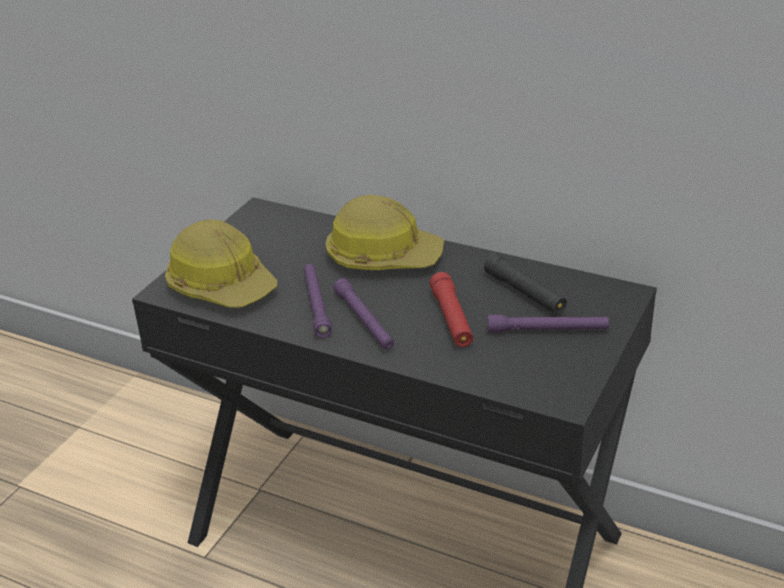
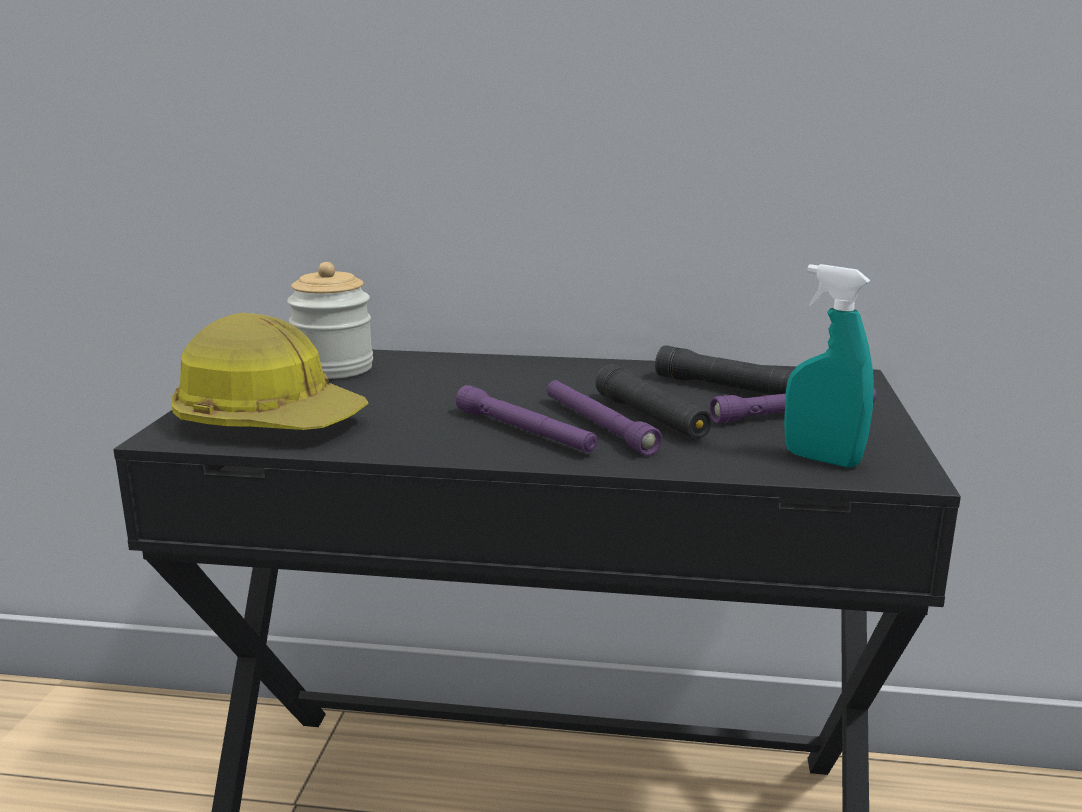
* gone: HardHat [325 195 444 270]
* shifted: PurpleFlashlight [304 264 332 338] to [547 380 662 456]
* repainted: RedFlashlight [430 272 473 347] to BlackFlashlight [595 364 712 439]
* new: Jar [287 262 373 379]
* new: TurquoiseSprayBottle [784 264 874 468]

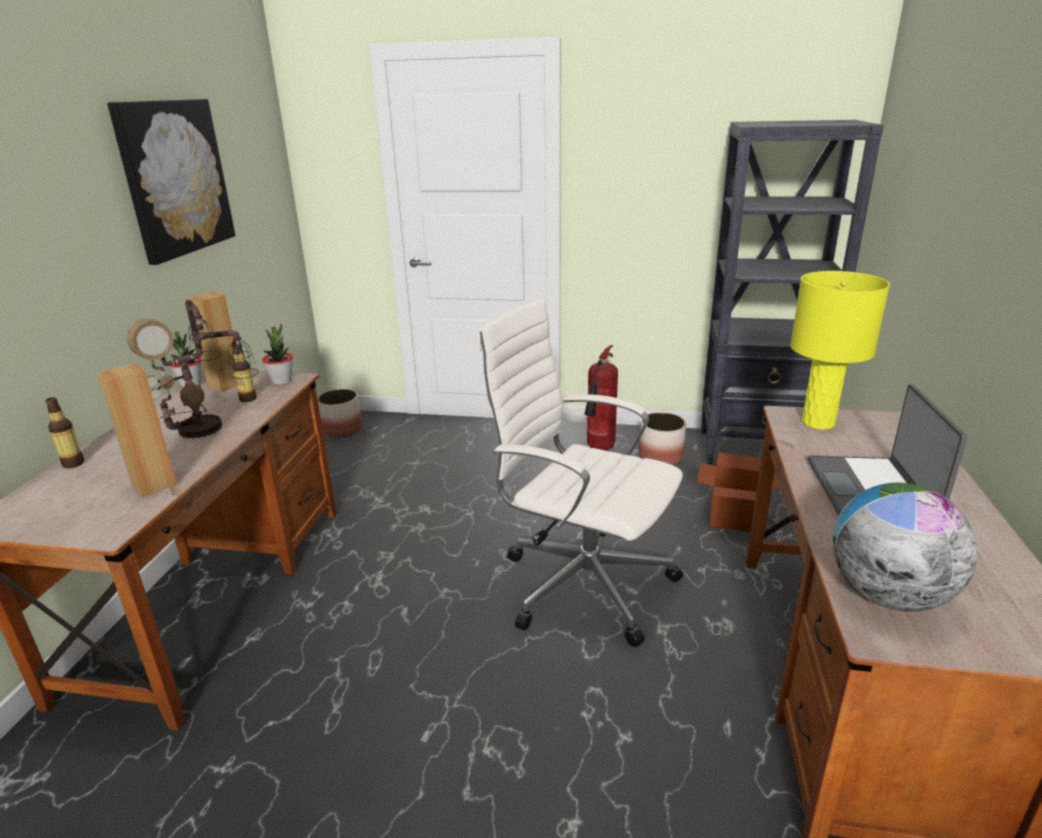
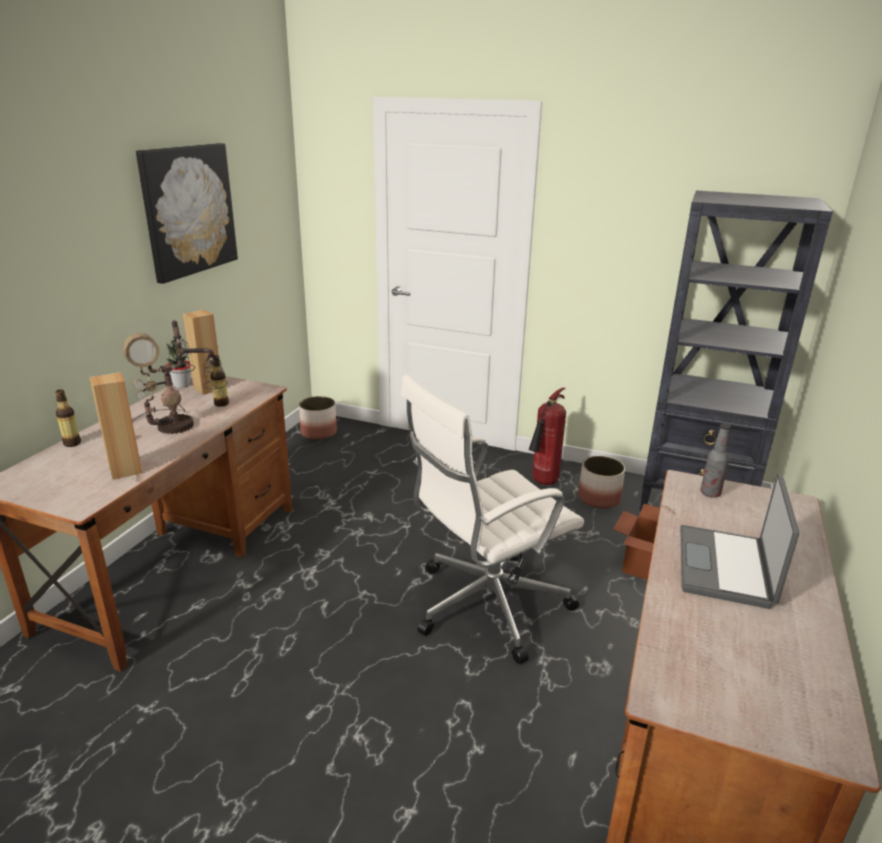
* swapped: YellowTableLamp [790 271 890 430] to Bottle [700 424 731 498]
* rotated: WhiteOfficeChair [477 298 683 647] = [401 375 584 664] 75 degrees counterclockwise
* gone: PottedPlant [262 324 293 385]
* gone: Globe [832 483 977 612]

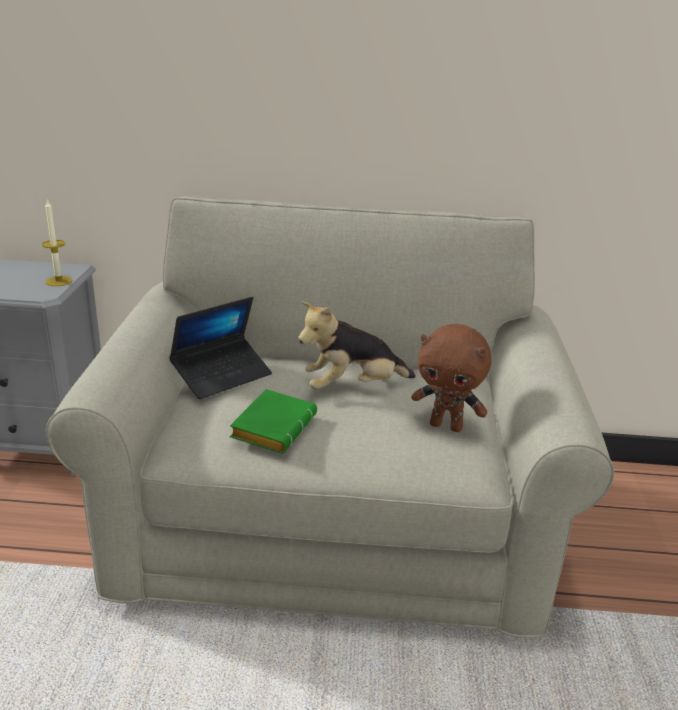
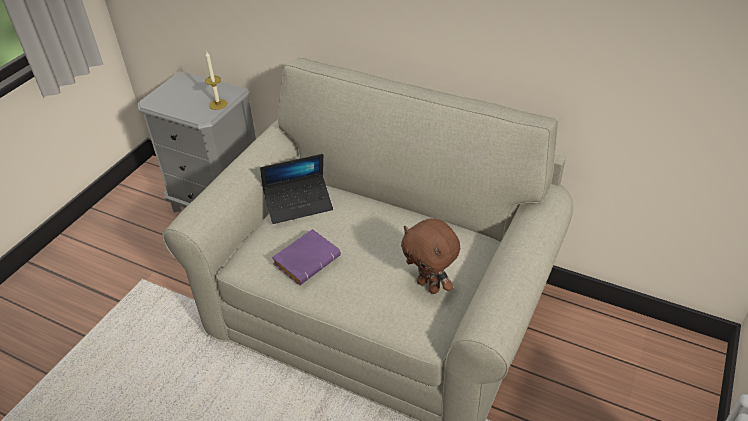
* gone: PlushToy [298 302 416 389]
* repainted: GreenBook [230 389 317 453] to PurpleBook [272 229 341 285]

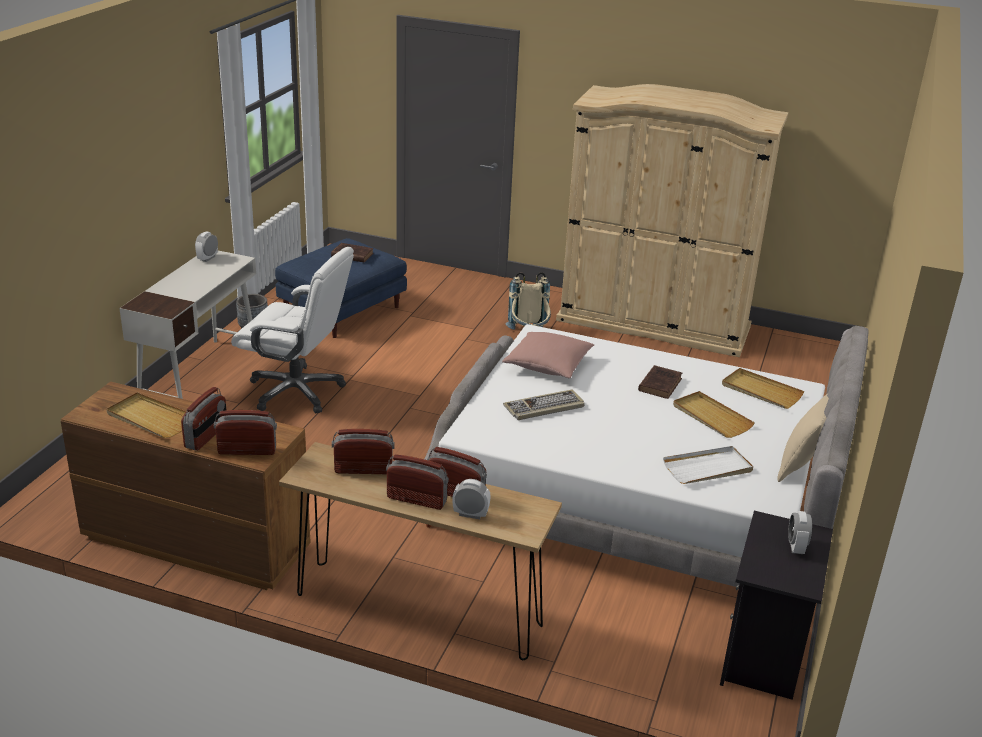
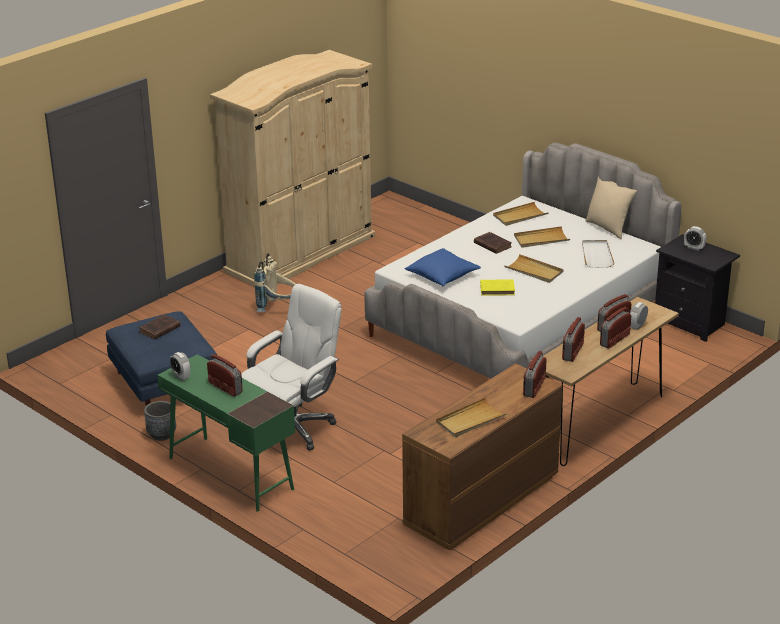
* repainted: WhiteDesk [119 251 256 399] to GreenDesk [157 354 295 512]
* repainted: PinkPillow [502 332 594 378] to BluePillow [405 248 481 286]
* shifted: Radio [181 387 226 451] to [207 354 243 397]
* swapped: Keyboard [503 390 584 420] to YellowBook [480 279 515 296]
* new: BeigeTray [504 254 563 283]

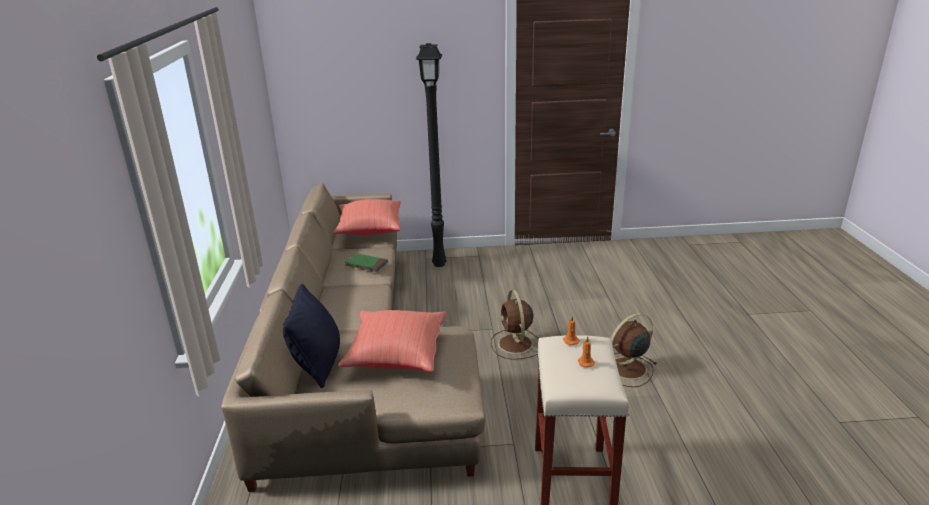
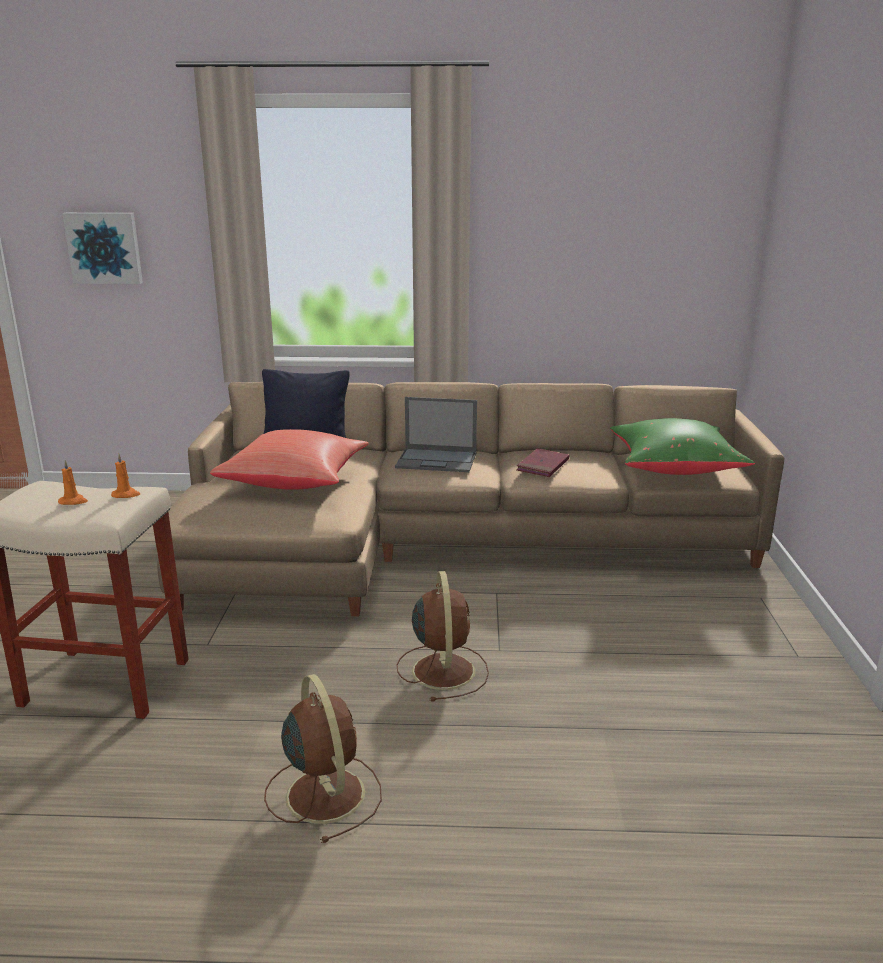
* gone: BlackFloorLamp [416 43 447 267]
* repainted: RedPillow [333 199 401 235] to GreenPillow [610 418 755 475]
* repainted: GreenBook [345 253 388 272] to RedBook [516 448 569 477]
* rotated: BrownFan [491 290 539 360] = [396 571 489 702] 90 degrees clockwise
* new: Picture [62 213 143 284]
* new: Laptop [395 397 477 472]

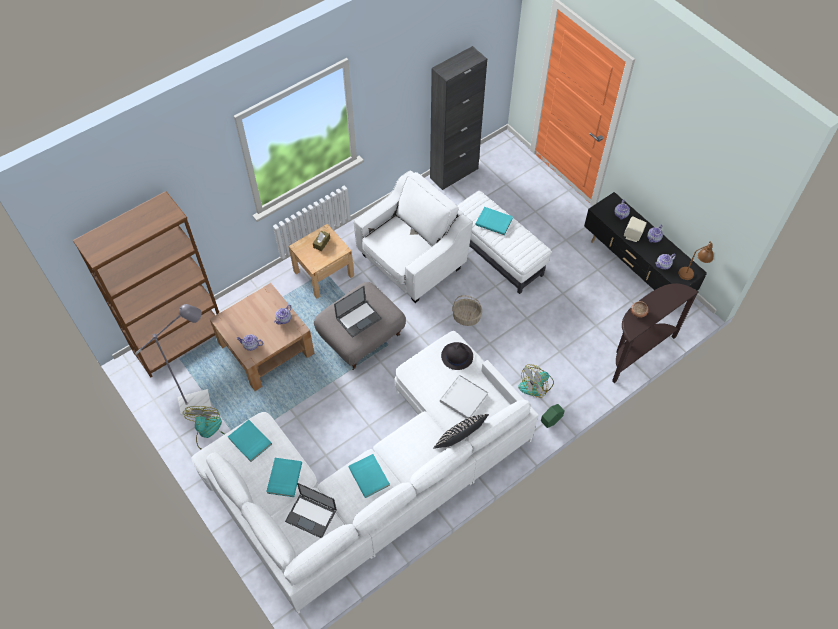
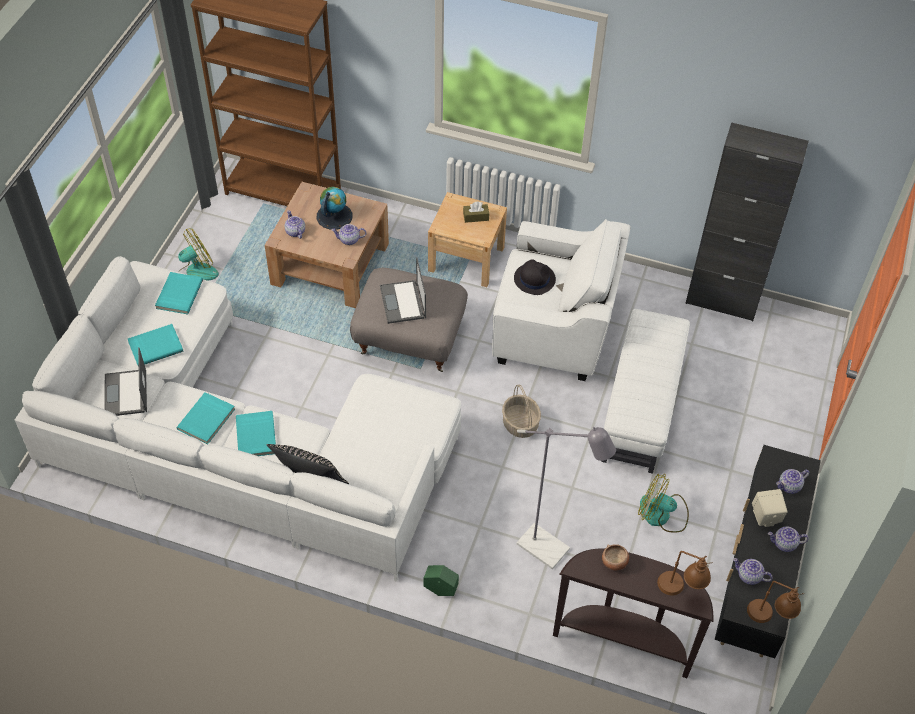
* shifted: TurquoiseBook [475 207 513 235] to [236 411 276 456]
* rotated: Laptop [334 286 382 338] = [380 257 426 324] 60 degrees clockwise
* shifted: GreyFloorLamp [135 304 212 415] to [517 427 616 569]
* shifted: BlackHat [441 342 473 370] to [514 259 556 295]
* shifted: Fan [518 364 554 398] to [638 474 689 533]
* gone: WhiteTray [440 374 488 419]
* new: Globe [317 187 353 230]
* new: BrownTableLamp [657 551 713 596]

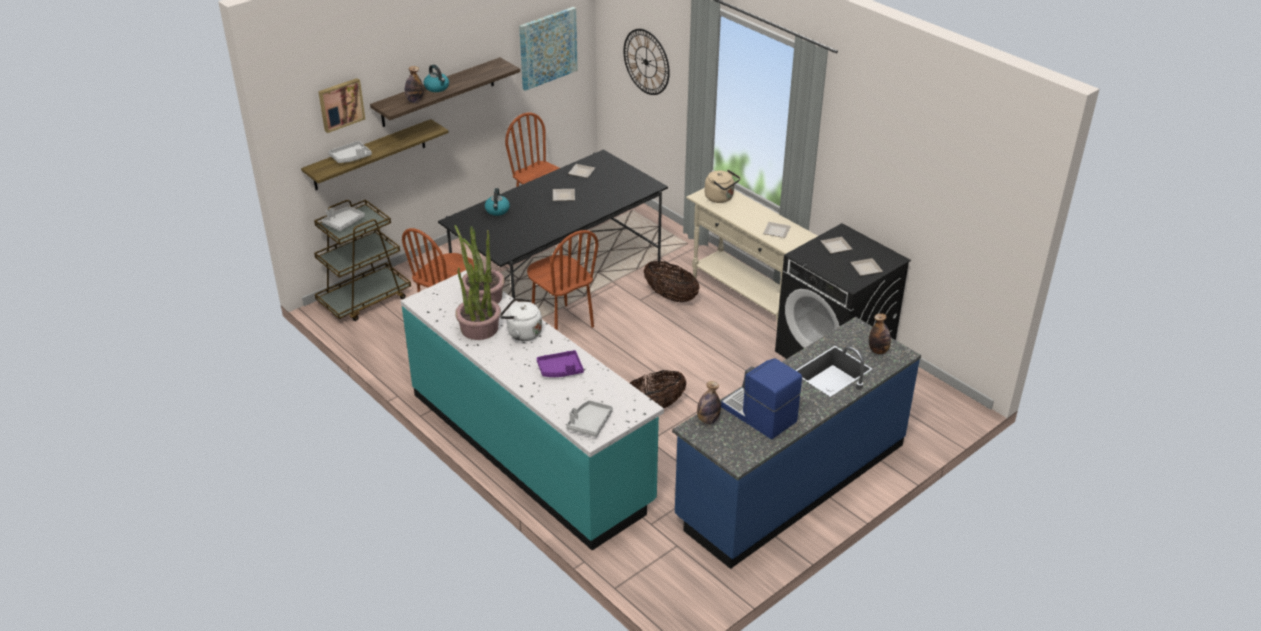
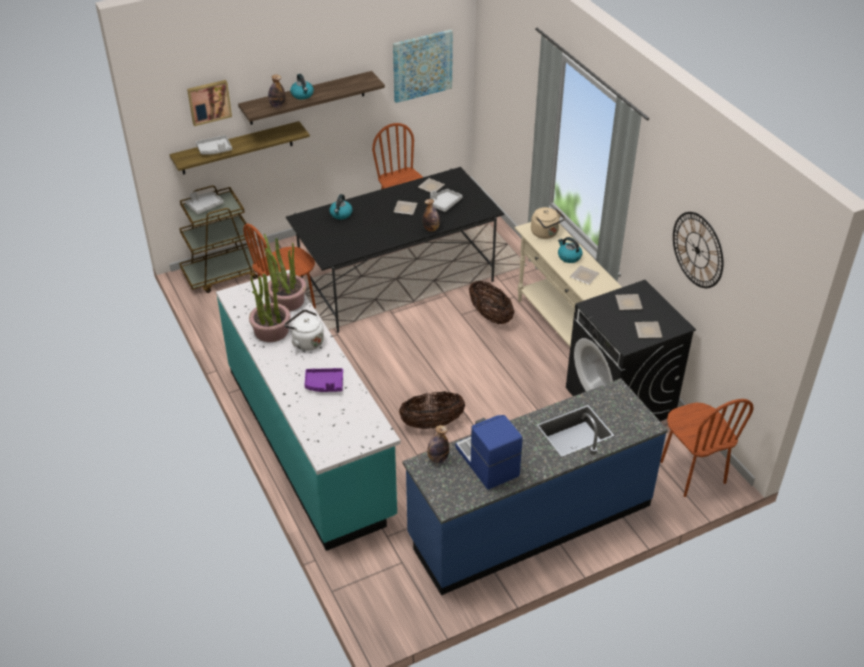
* shifted: WallClock [623 29 670 95] to [673 212 723 288]
* shifted: BrownChair [527 230 599 331] to [660 399 754 497]
* shifted: Bottle [869 313 891 354] to [423 199 440 232]
* shifted: GreyTray [566 400 613 437] to [430 189 462 212]
* new: Kettle [558 237 582 263]

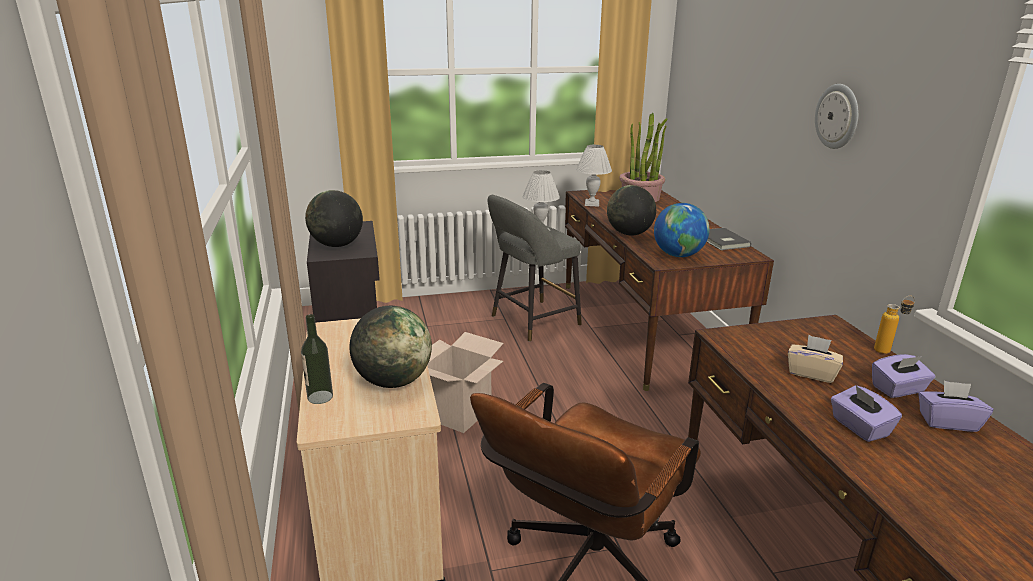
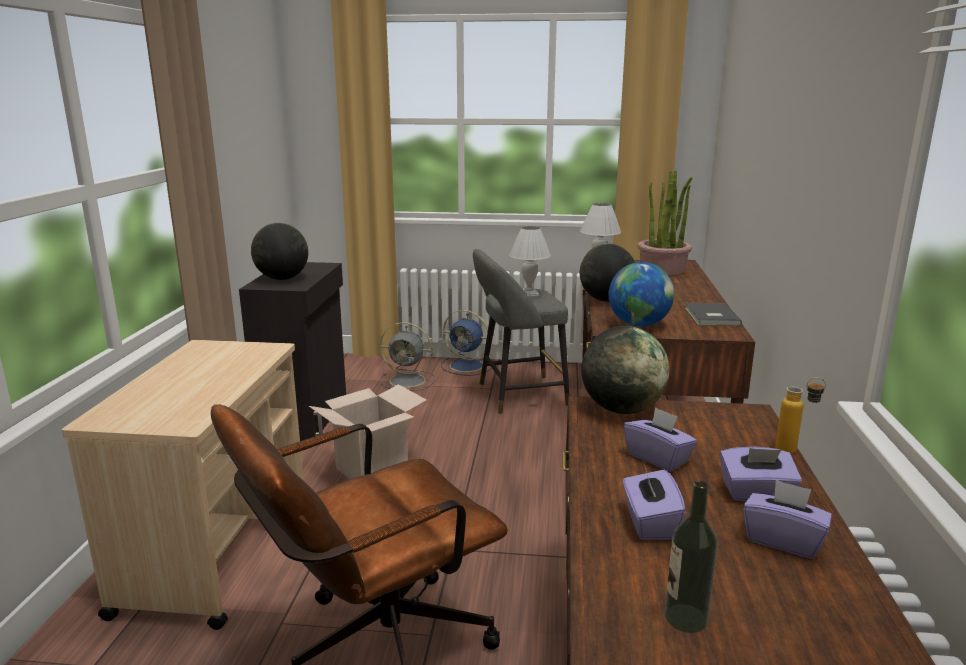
* gone: WallClock [815 84 858 149]
* shifted: Globe [350 306 432 388] to [581 326 670 414]
* shifted: Bottle [301 314 333 404] to [665 480 718 633]
* repainted: BeigeTissueBox [788 335 843 383] to PurpleTissueBox [623 407 697 472]
* new: BlueFan [441 310 492 376]
* new: GreyFan [380 322 435 391]

